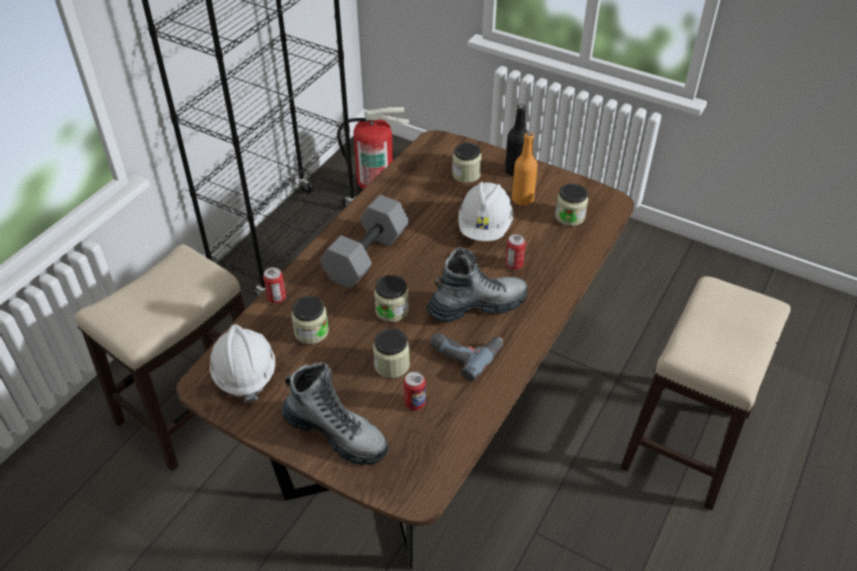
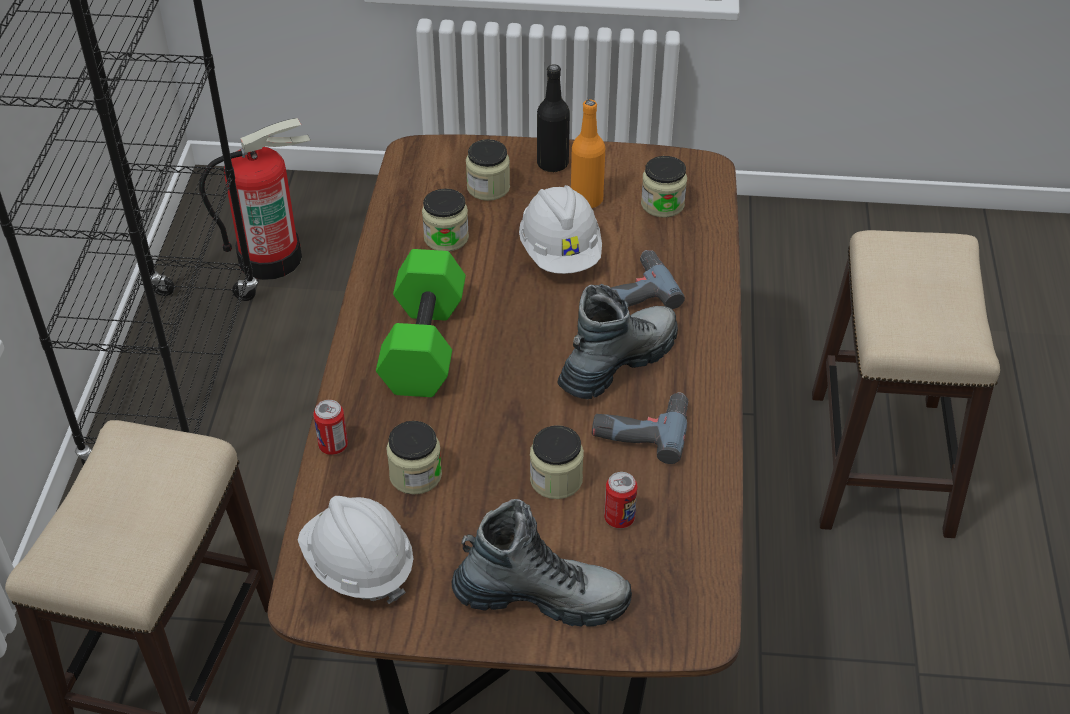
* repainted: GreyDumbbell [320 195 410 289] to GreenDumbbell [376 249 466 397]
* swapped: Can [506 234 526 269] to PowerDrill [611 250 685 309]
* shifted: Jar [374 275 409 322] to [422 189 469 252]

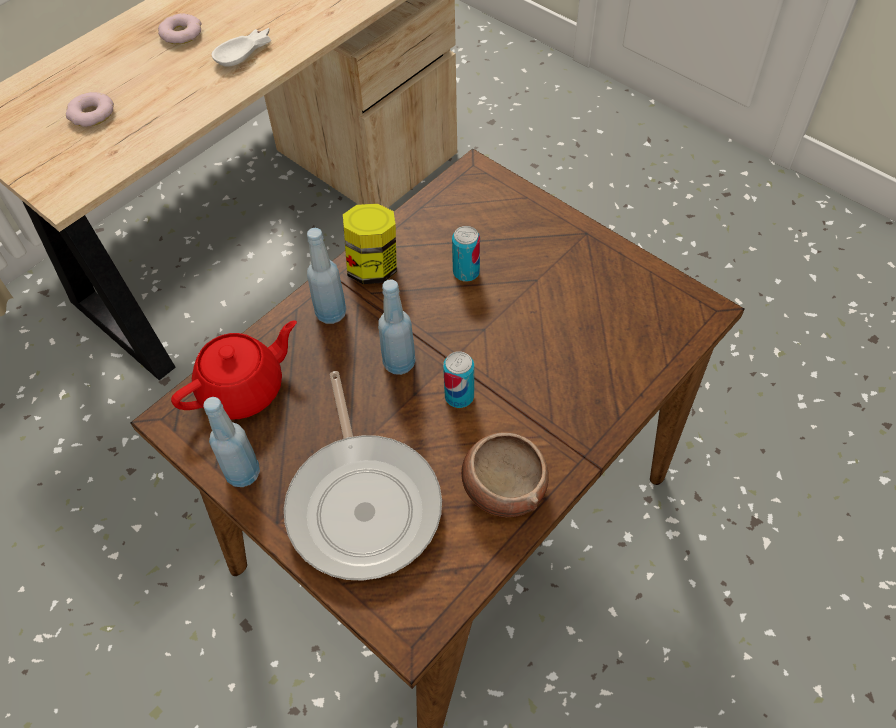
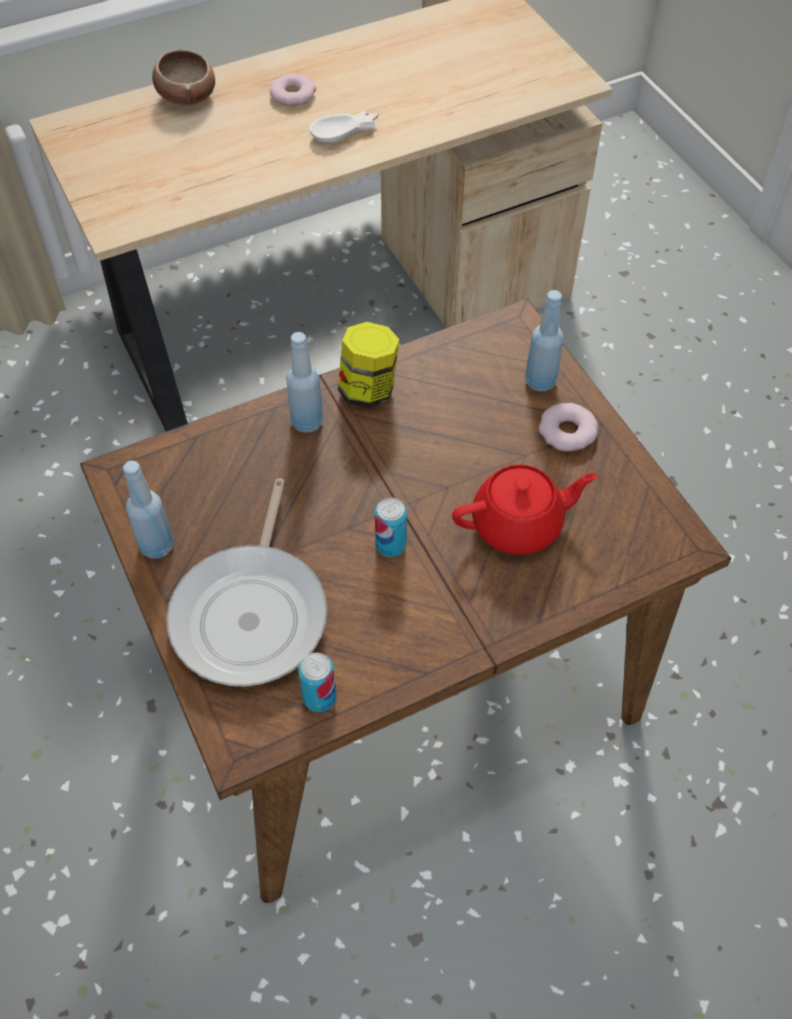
* shifted: Donut [66 92 114 127] to [539 403 598 451]
* shifted: Can [452 226 480 282] to [298 652 337 712]
* shifted: BlueBottle [378 279 416 375] to [525 290 564 391]
* shifted: RedTeapot [171 320 297 419] to [452 464 598 555]
* shifted: Bowl [461 432 549 517] to [152 49 215 106]

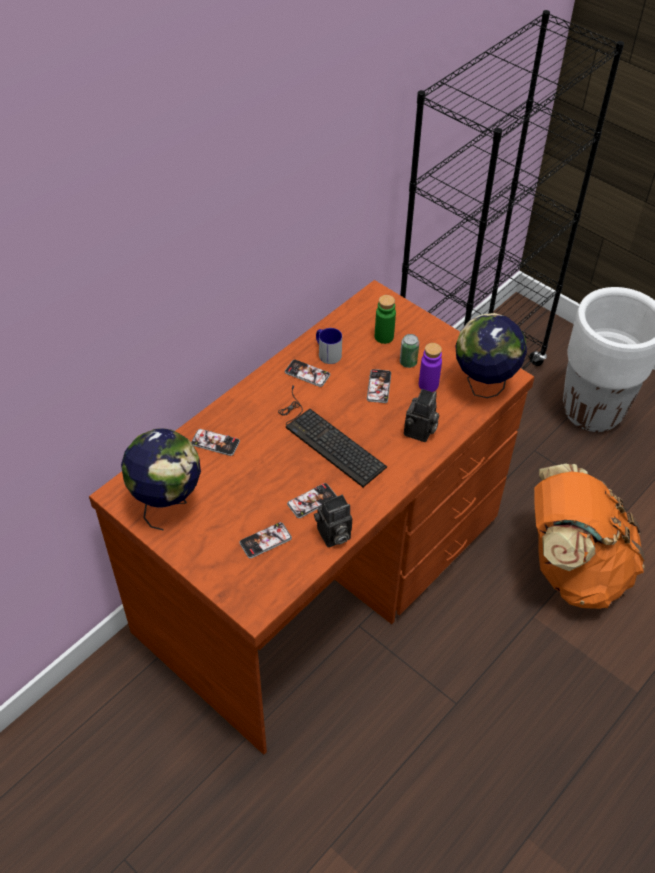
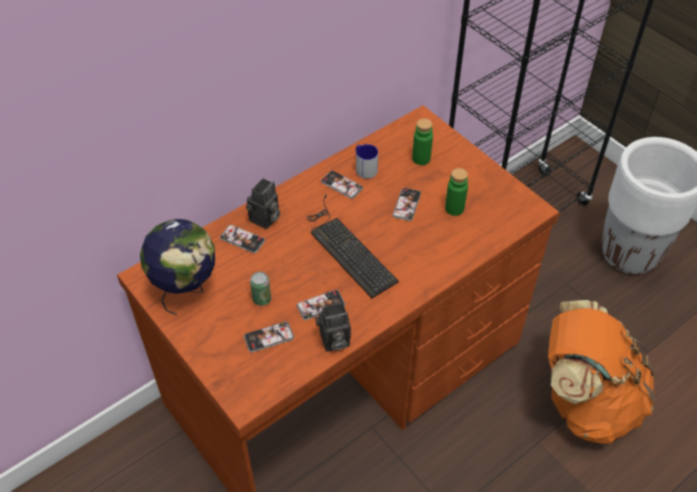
* gone: Globe [456 313 527 398]
* shifted: Can [400 334 419 368] to [250 272 271 306]
* repainted: PurpleBottle [419 343 442 392] to GreenBottle [445 168 468 216]
* shifted: PhotoCamera [404 389 439 442] to [246 178 280 229]

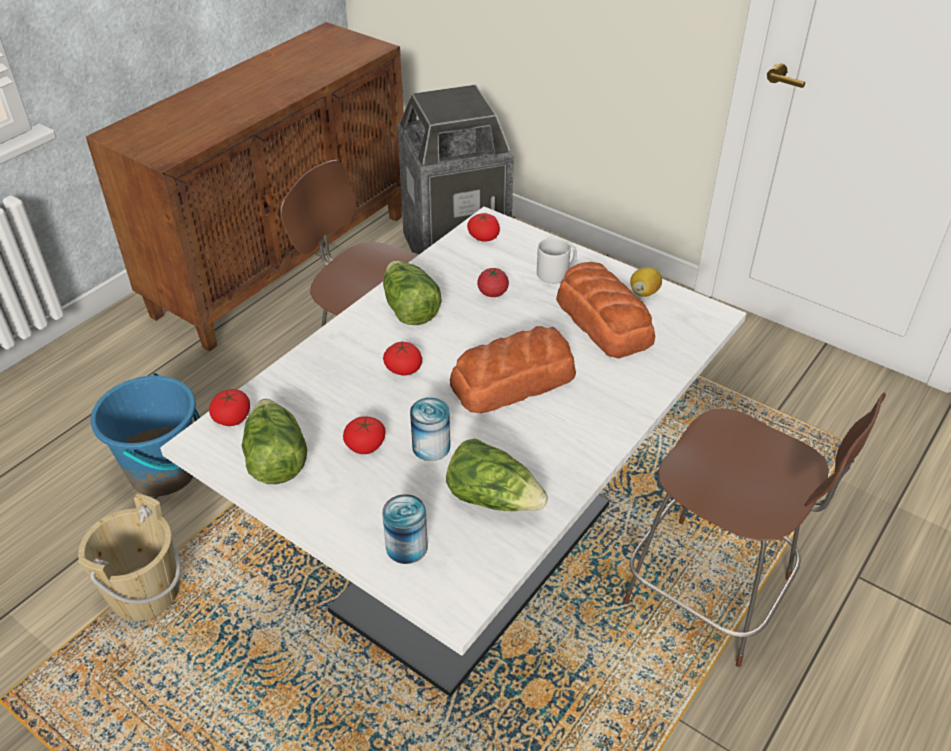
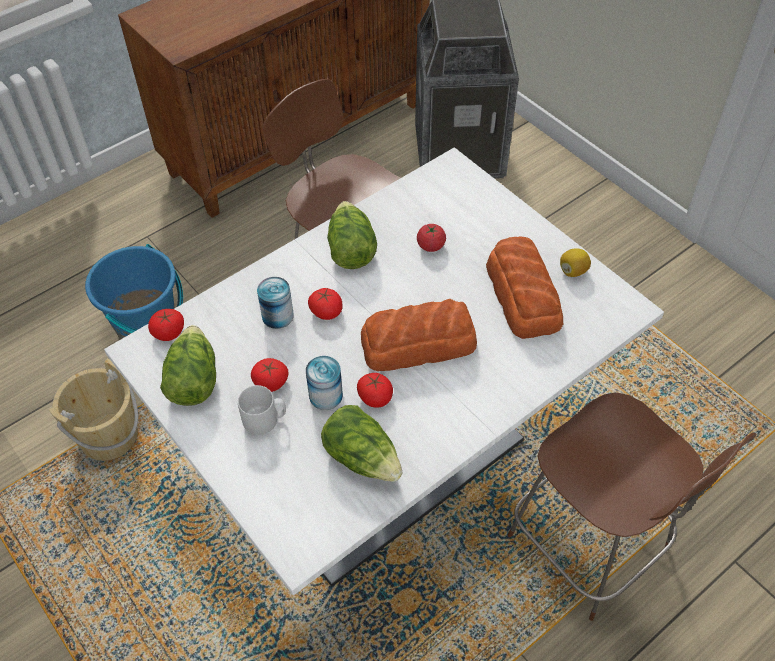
* shifted: Tomato [467 213 500 242] to [357 373 393 408]
* shifted: GreyMug [537 237 577 284] to [238 385 286 435]
* shifted: Can [382 494 428 564] to [257 277 294 329]

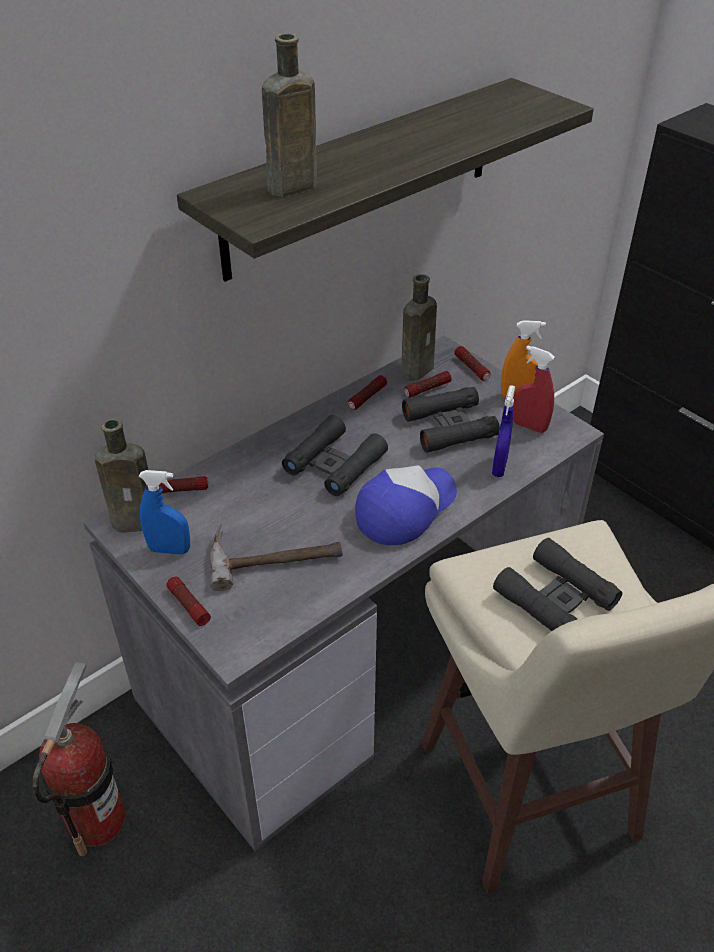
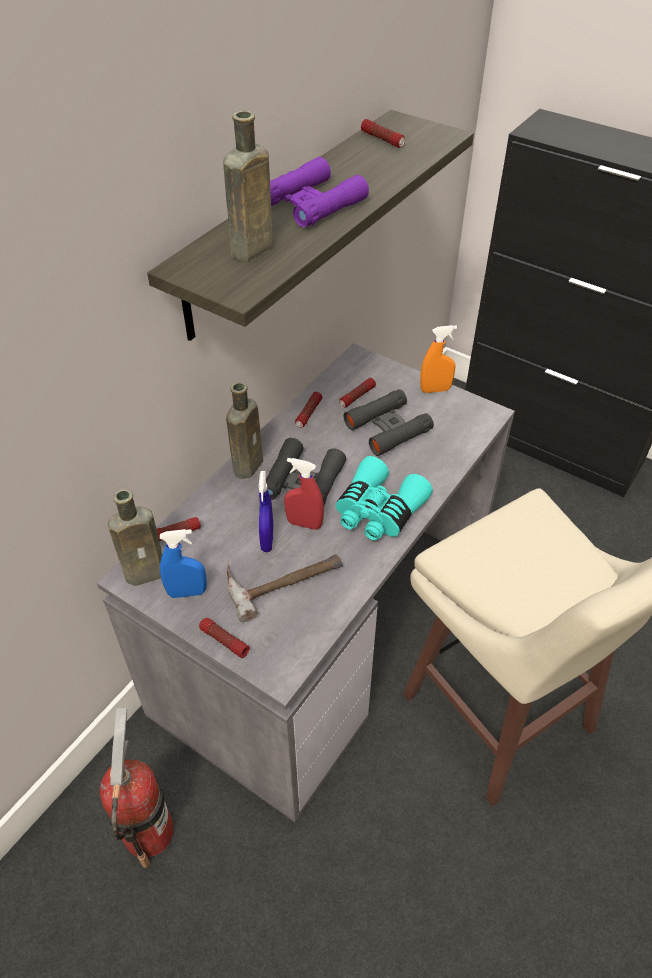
* shifted: BrownBottle [402 274 437 380] to [226 382 263 479]
* shifted: RedSprayBottle [513 345 555 433] to [284 458 324 530]
* shifted: Flashlight [454 346 491 381] to [361 119 405 148]
* shifted: BlueSprayBottle [492 385 515 477] to [259 471 274 552]
* swapped: Cap [355 465 457 545] to TurquoiseBinoculars [335 456 433 540]
* gone: BlackBinoculars [493 538 622 631]
* new: PurpleBinoculars [270 157 369 227]

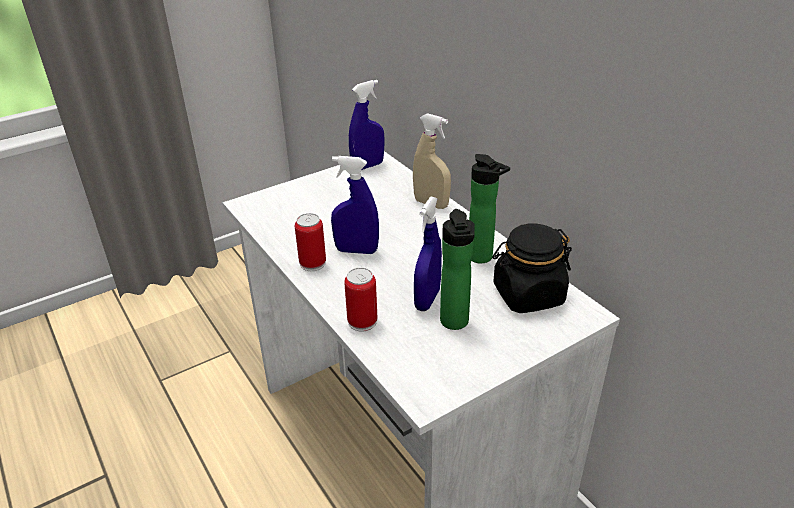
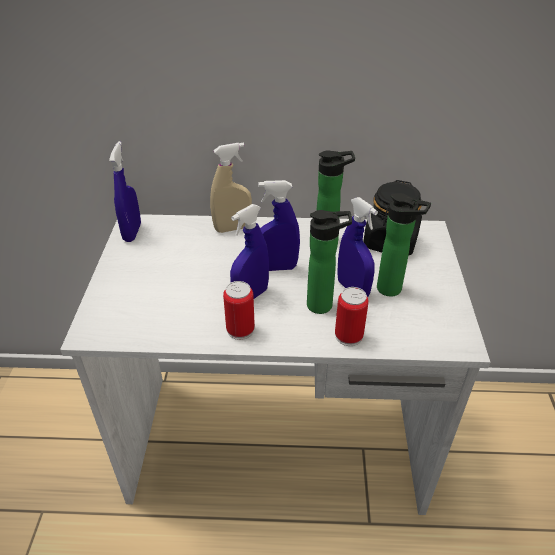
* new: BlueSprayBottle [258 180 300 271]
* new: Bottle [307 210 352 314]

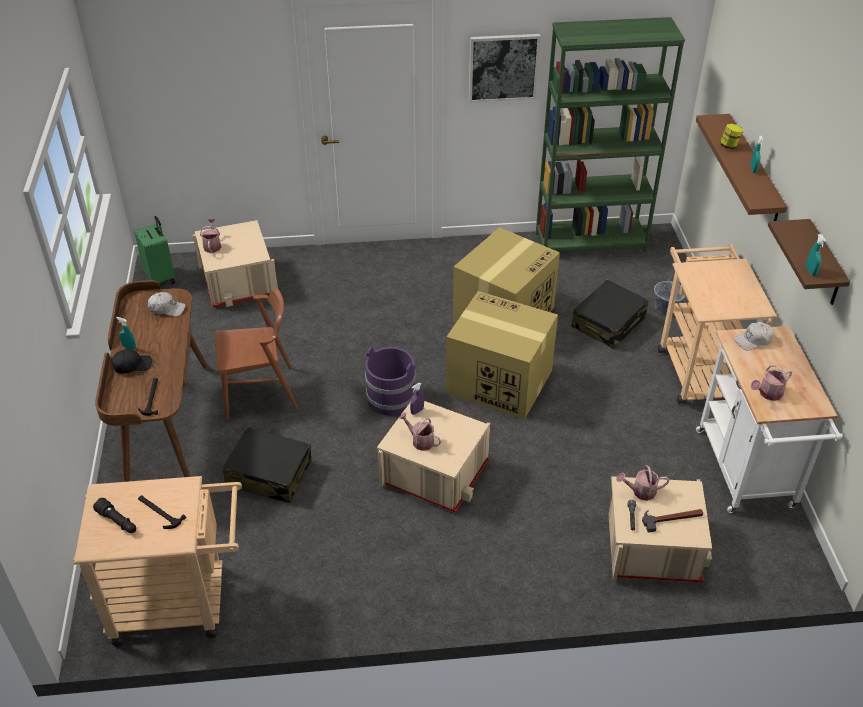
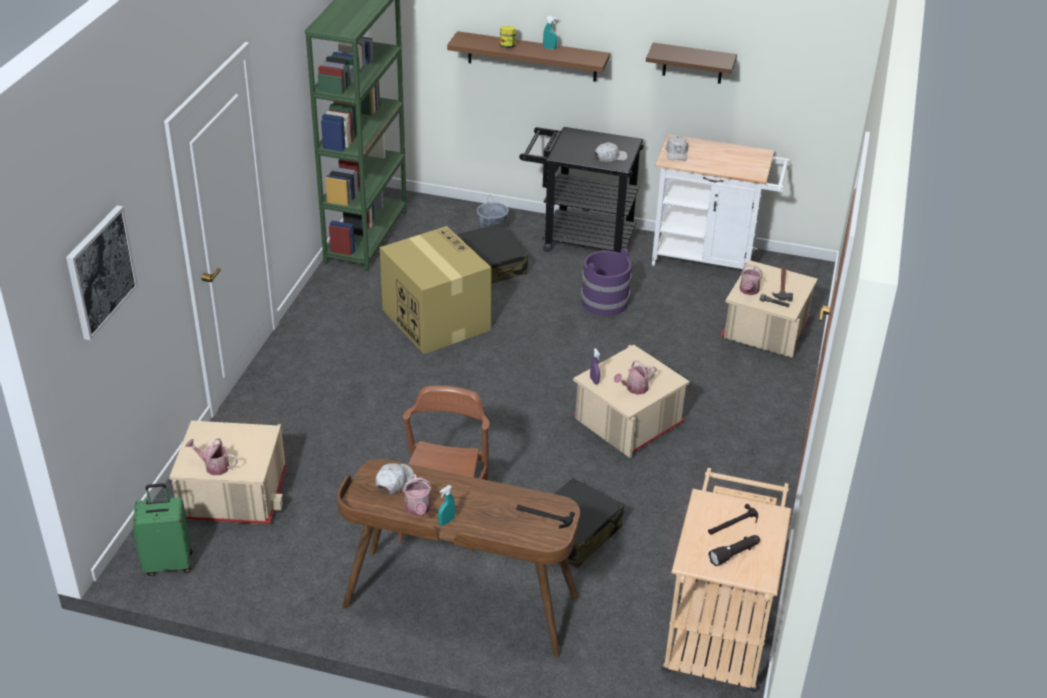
* shifted: Picture [469 34 540 103] to [66 205 138 340]
* gone: TurquoiseSprayBottle [806 234 826 276]
* repainted: BeigeCart [658 243 777 404] to BlackCart [519 127 644 253]
* gone: CardboardBox [446 291 558 419]
* shifted: PurpleBucket [365 347 416 416] to [581 248 631 316]
* gone: BlackCap [111 349 152 374]
* shifted: WateringCan [751 365 792 401] to [403 474 432 516]
* new: WhiteCap [595 142 628 162]

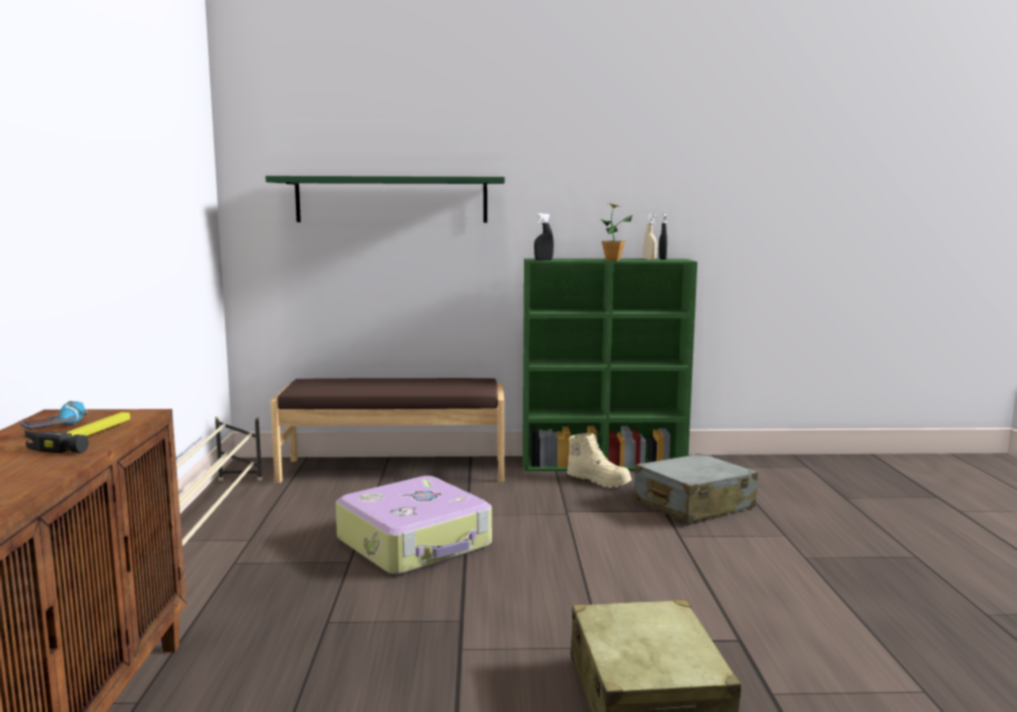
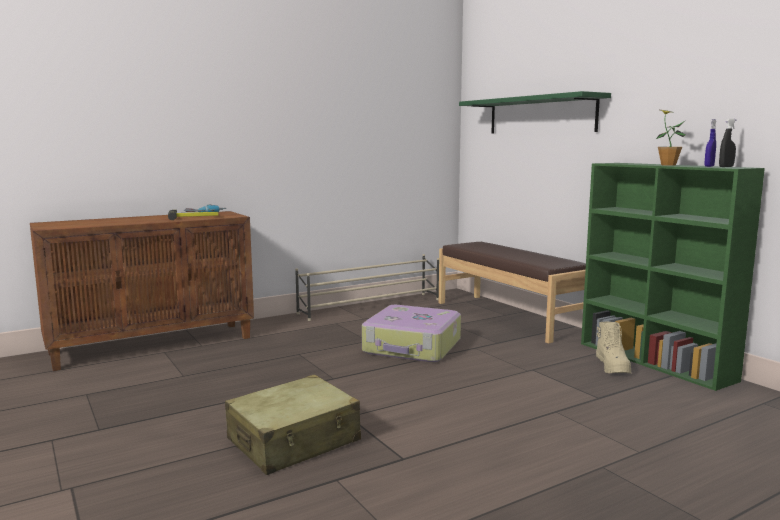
* gone: BlackSprayBottle [534 213 554 260]
* repainted: BeigeSprayBottle [643 214 657 260] to BlueSprayBottle [704 119 717 167]
* gone: GreySuitcase [634 453 758 523]

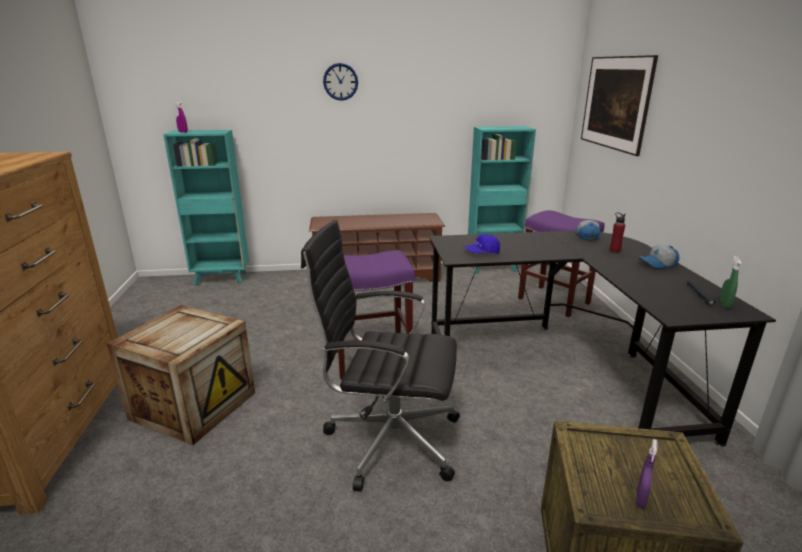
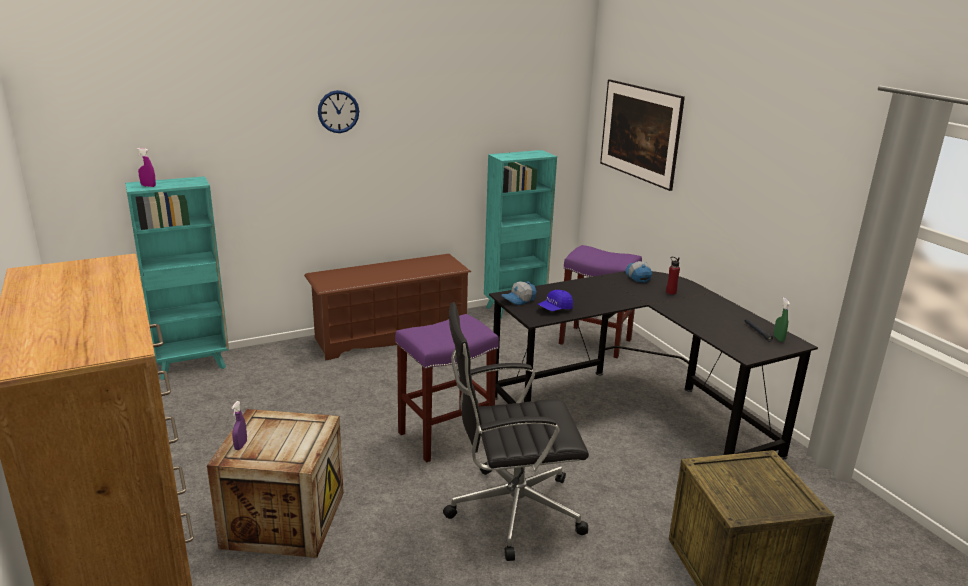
* shifted: Cap [639 245 680 269] to [501 281 536 305]
* shifted: PurpleSprayBottle [636 439 658 508] to [231 401 247 450]

